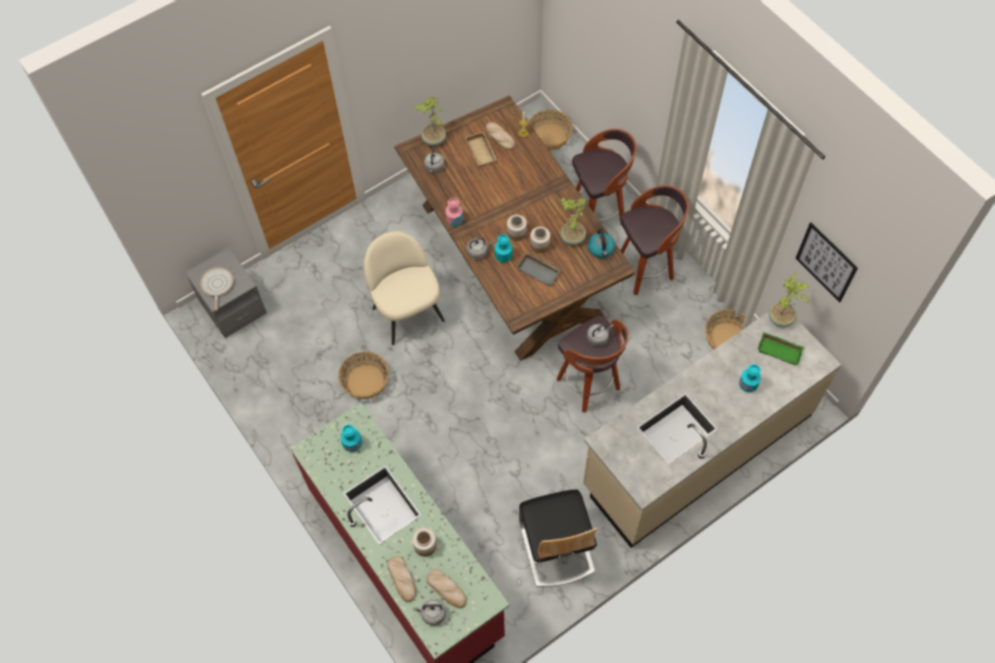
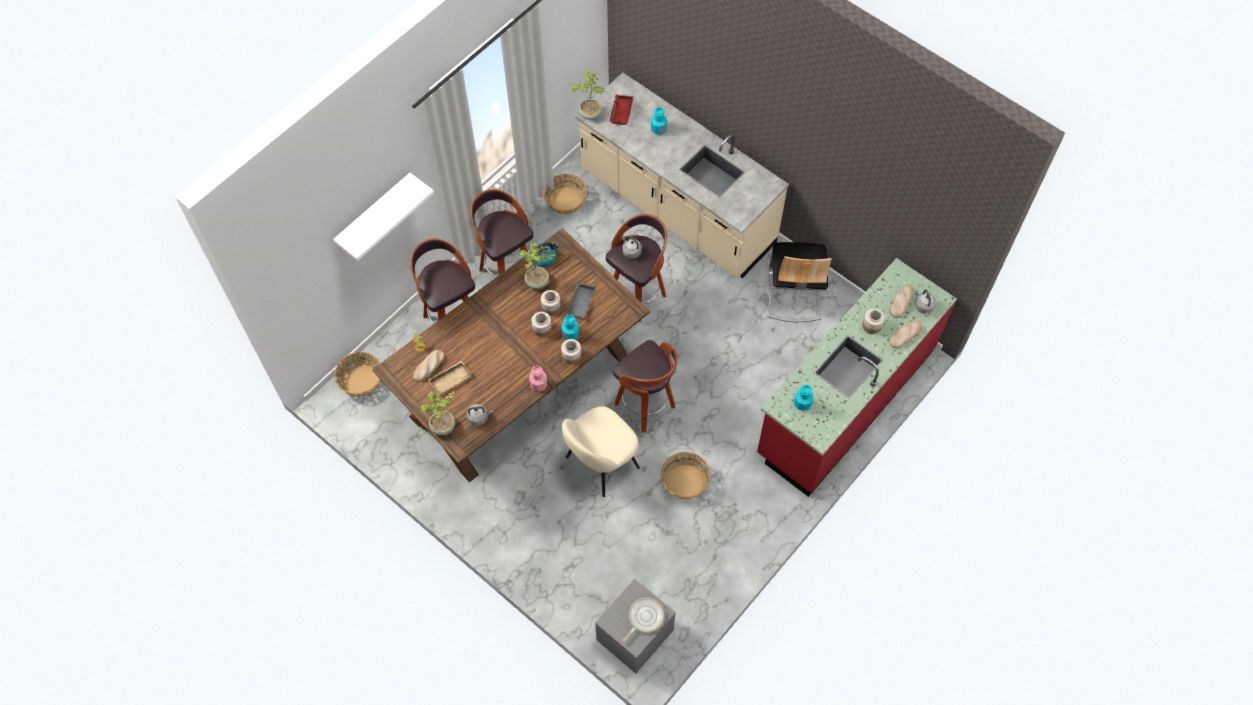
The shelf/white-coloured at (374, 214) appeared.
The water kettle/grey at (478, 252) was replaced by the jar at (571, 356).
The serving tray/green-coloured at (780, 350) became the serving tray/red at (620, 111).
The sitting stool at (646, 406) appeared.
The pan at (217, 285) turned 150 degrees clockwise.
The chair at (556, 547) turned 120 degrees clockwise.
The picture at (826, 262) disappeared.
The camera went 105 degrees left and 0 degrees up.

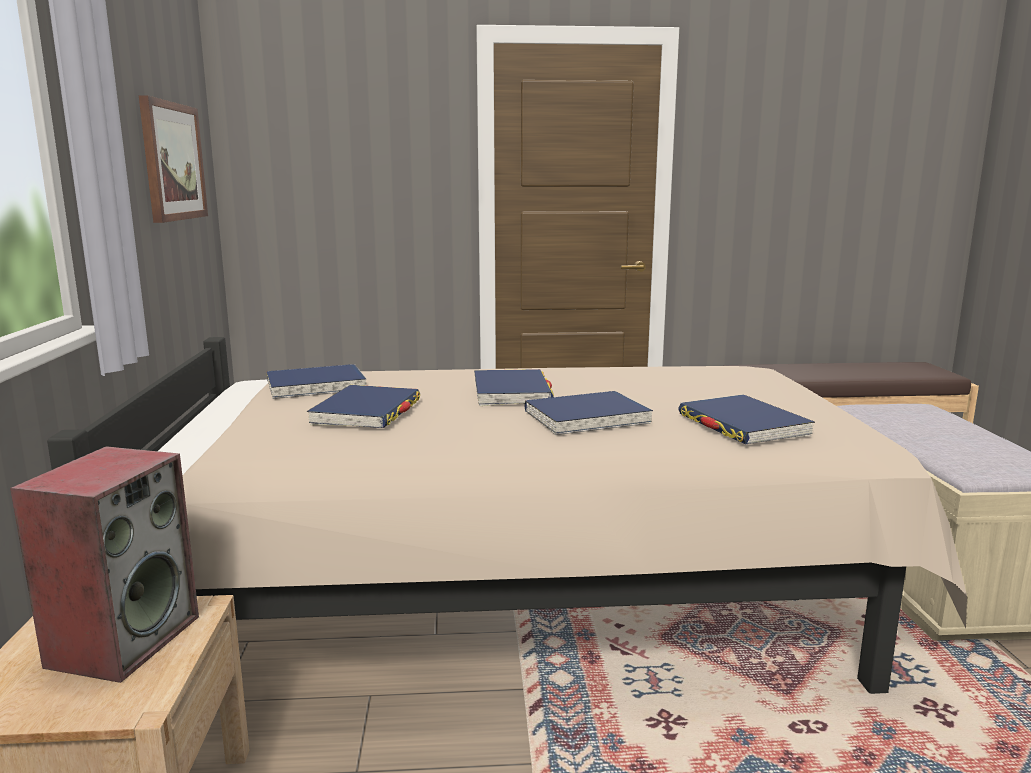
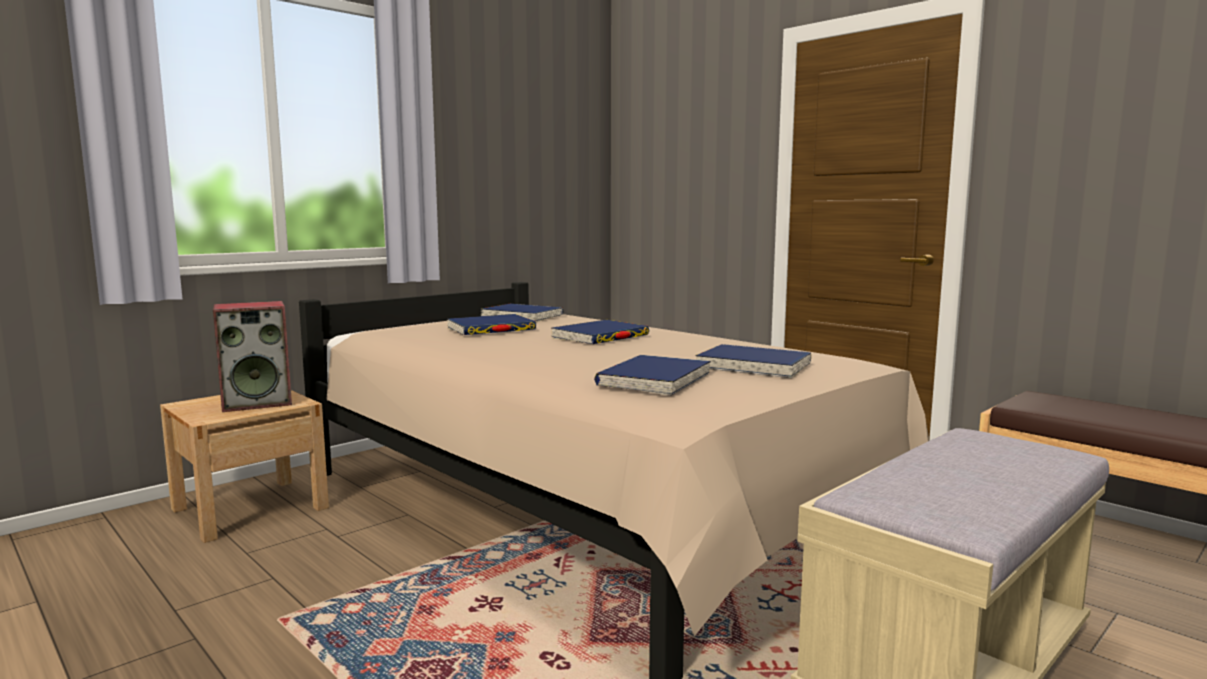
The bound book/blue-coloured moved from (586, 418) to (754, 366).
The picture at (172, 161) disappeared.
The camera went 50 degrees right and 5 degrees down.

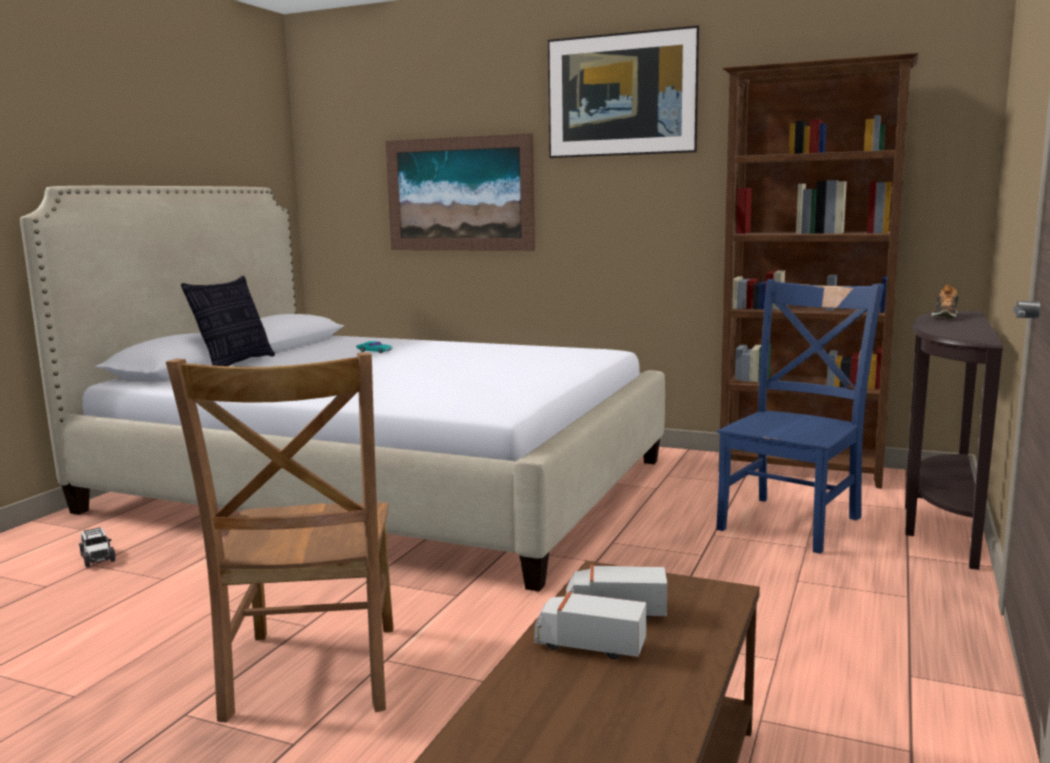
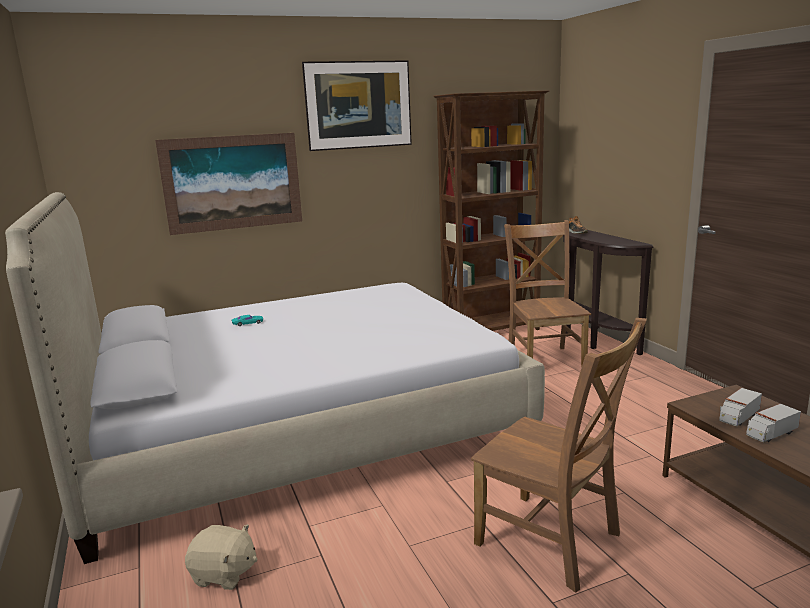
The toy car at (97, 557) was replaced by the cuddly toy/beige at (224, 574).
The chair/blue-coloured at (792, 521) became the chair/brown at (545, 359).
The throw pillow at (235, 364) disappeared.
The camera went 45 degrees left and 5 degrees up.

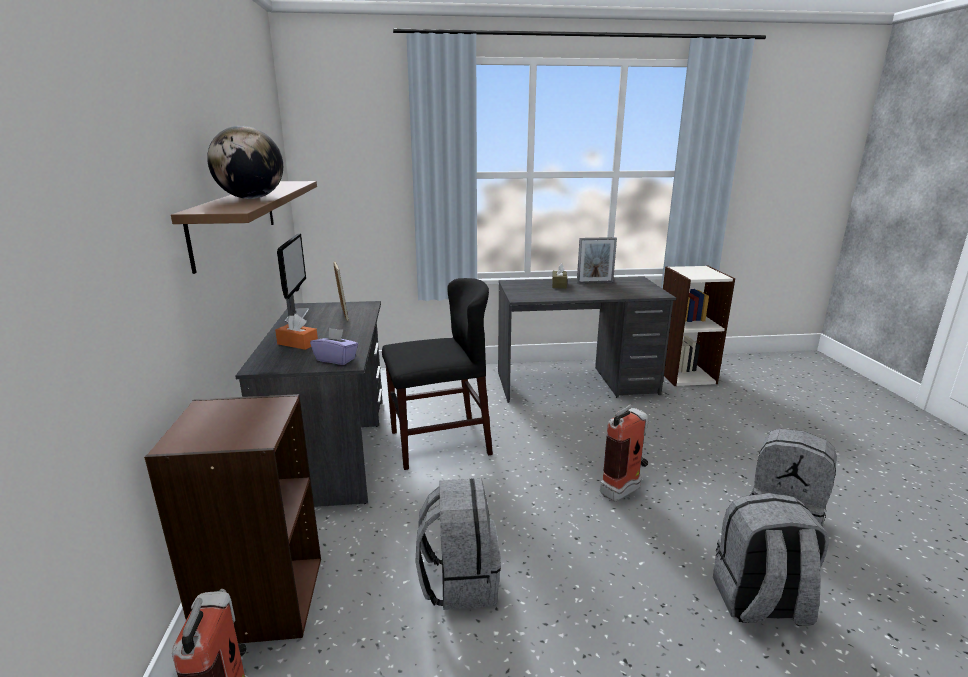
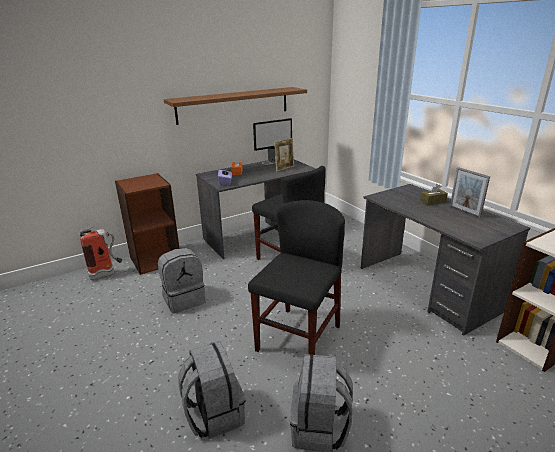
The extinguisher at (625, 488) was replaced by the chair/blackish at (298, 338).
The world globe at (251, 198) disappeared.
The camera went 65 degrees right and 5 degrees up.

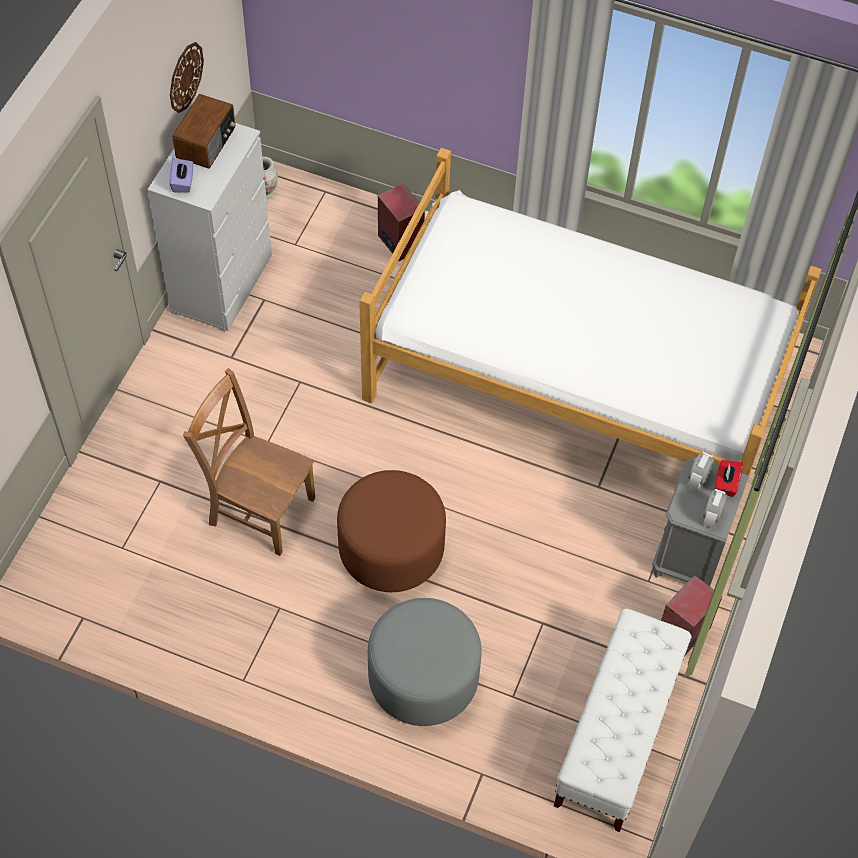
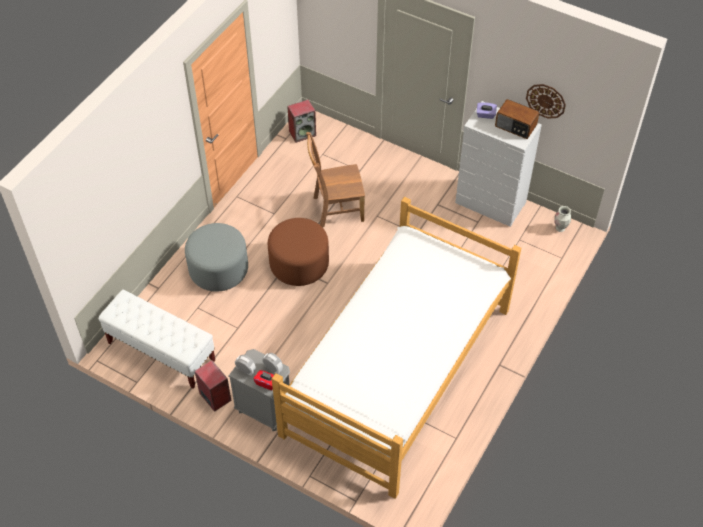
The loudspeaker moved from (399, 242) to (302, 133).
The chair/brown at (258, 508) turned 135 degrees counterclockwise.
The camera went 100 degrees right and 5 degrees down.

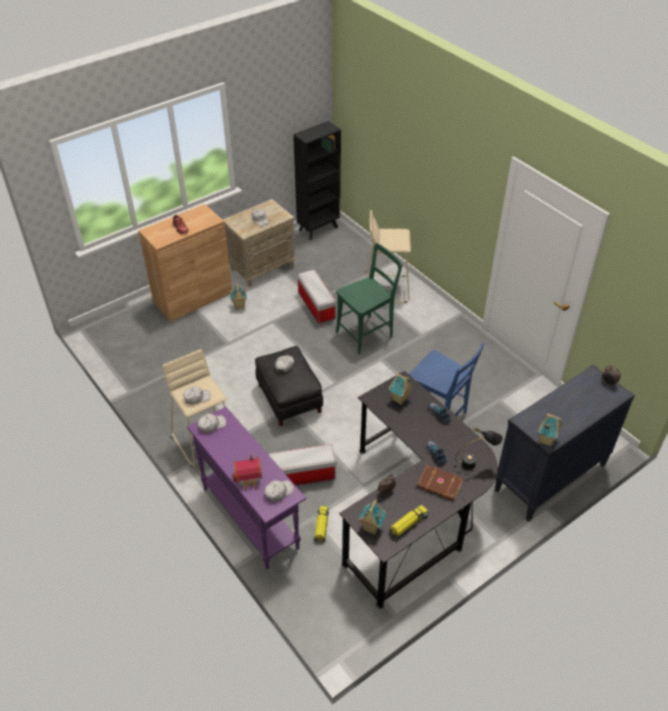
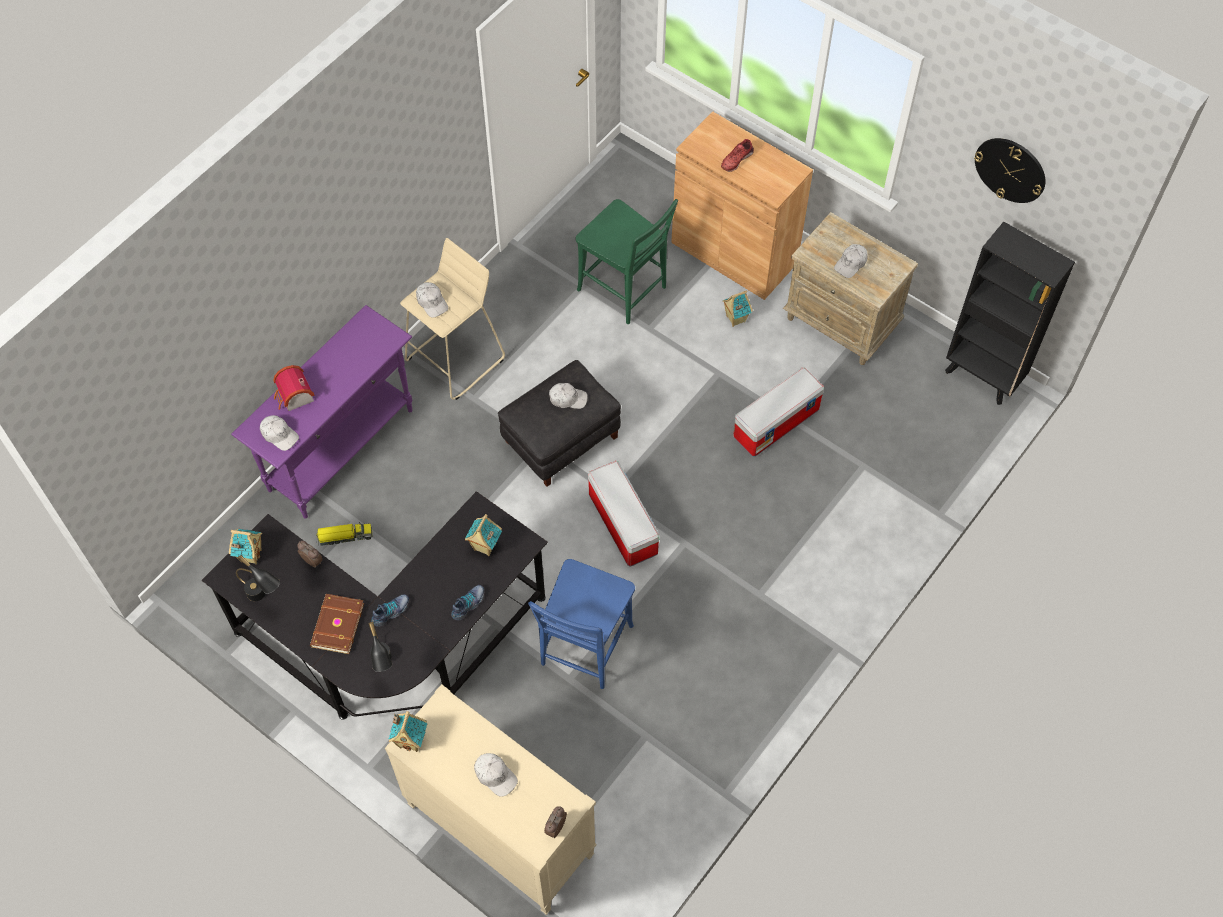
The toy lorry at (408, 524) was replaced by the table lamp/blackish at (263, 597).
The drawer chest/blackish at (550, 478) became the drawer chest/beige at (499, 830).
The peaked cap/white-coloured moved from (211, 425) to (495, 775).
The chair/green-coloured moved from (367, 333) to (625, 291).
The storage container moved from (301, 476) to (622, 523).
The clock on the wall at (1010, 169) appeared.
The sitting stool/beige at (386, 288) disappeared.
The camera went 75 degrees right and 15 degrees up.

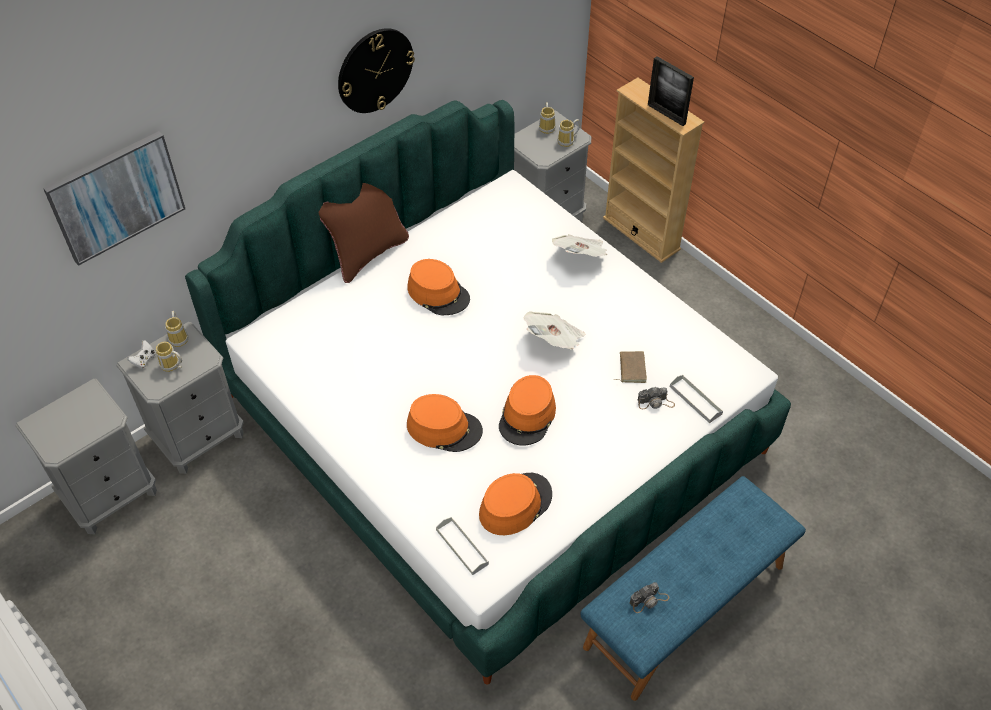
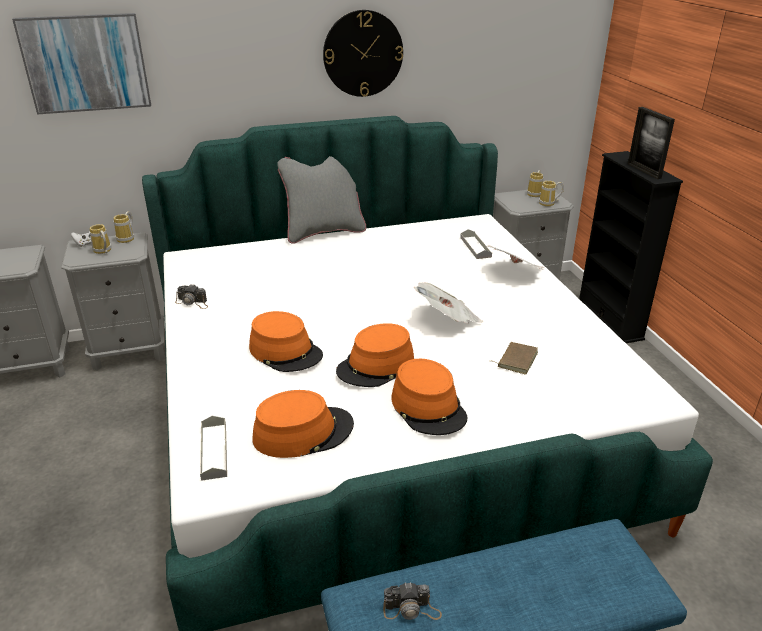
The photo camera moved from (655, 402) to (193, 302).
The throw pillow/brown at (367, 254) became the throw pillow/grey at (323, 232).
The clothing hat/orange-coloured moved from (438, 293) to (428, 407).
The serving tray/grey moved from (695, 400) to (475, 247).
The bookshelf/beige at (641, 233) became the bookshelf/blackish at (609, 320).
The camera went 25 degrees right and 20 degrees down.

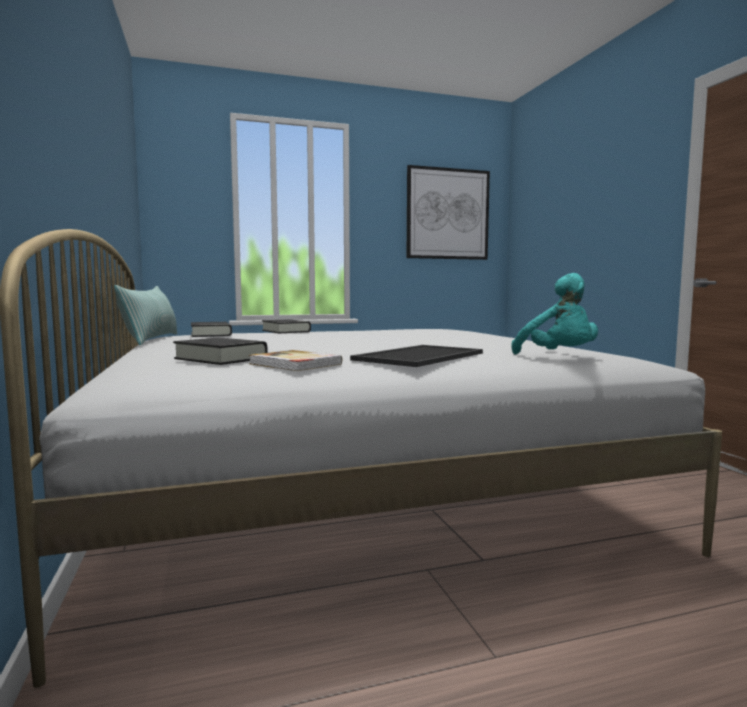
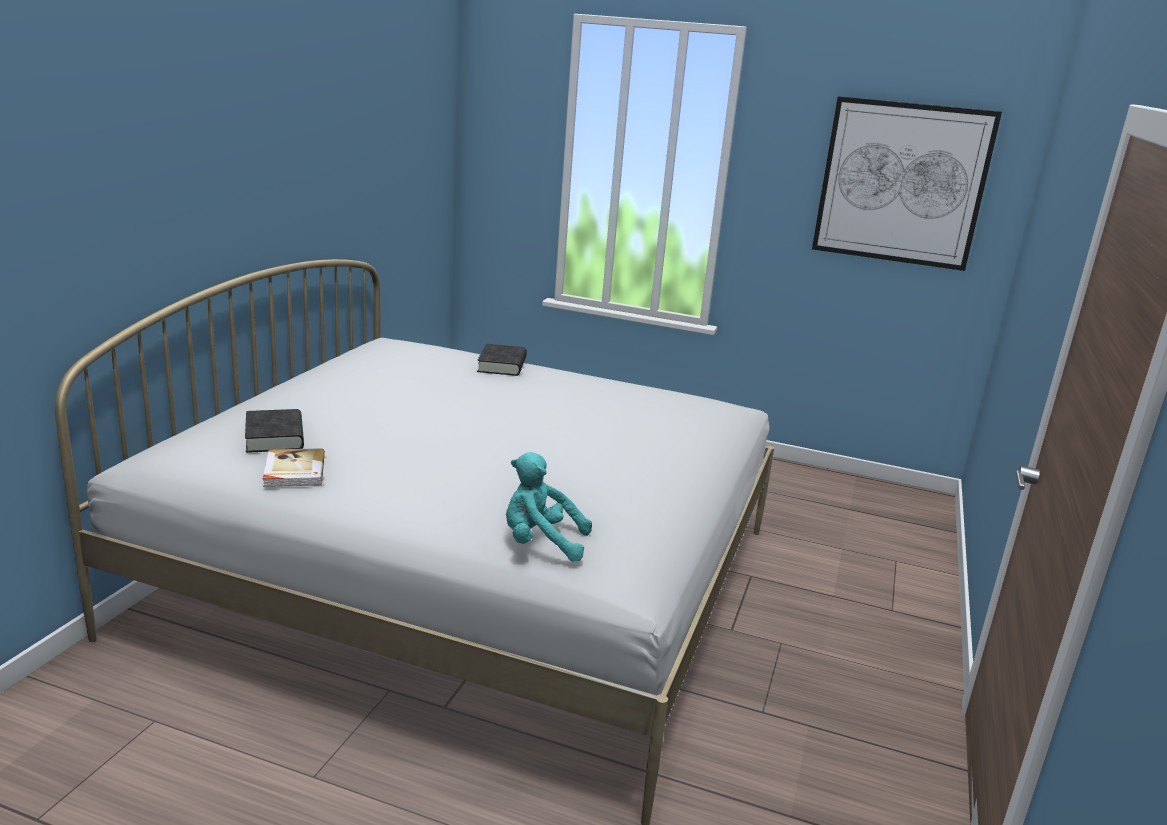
The cuddly toy/turquoise at (559, 356) turned 90 degrees clockwise.
The throw pillow at (151, 339) disappeared.
The bound book/blackish at (211, 334) disappeared.
The serving tray at (418, 356) disappeared.
The camera went 35 degrees right and 15 degrees up.

